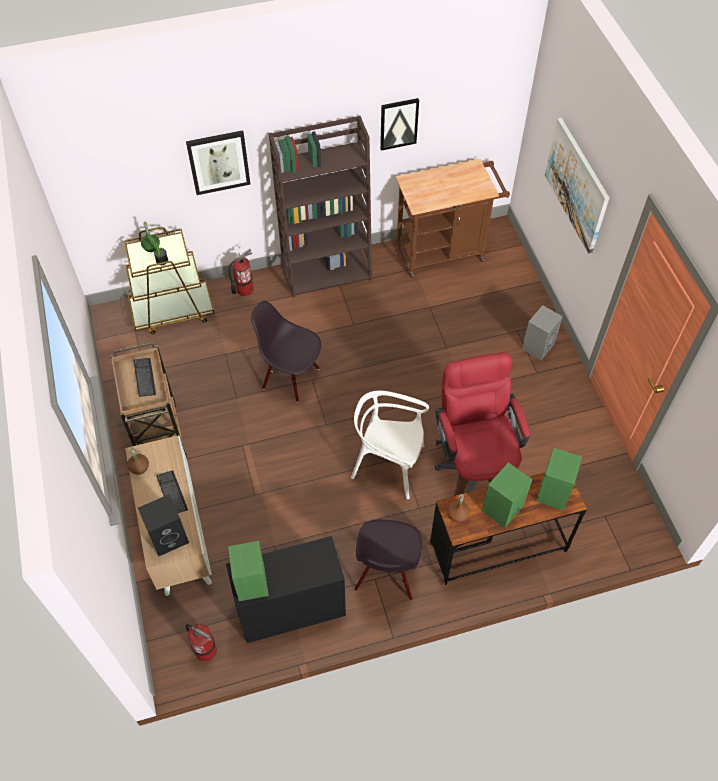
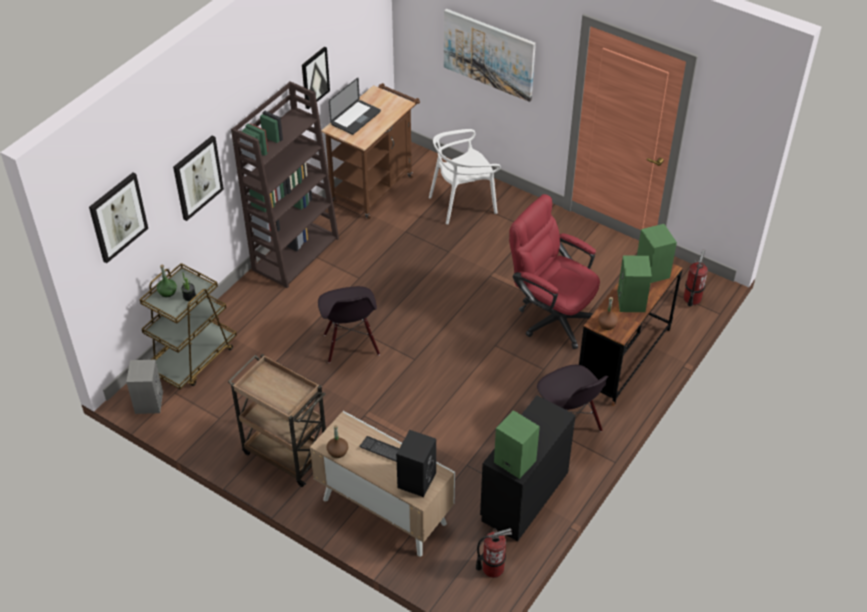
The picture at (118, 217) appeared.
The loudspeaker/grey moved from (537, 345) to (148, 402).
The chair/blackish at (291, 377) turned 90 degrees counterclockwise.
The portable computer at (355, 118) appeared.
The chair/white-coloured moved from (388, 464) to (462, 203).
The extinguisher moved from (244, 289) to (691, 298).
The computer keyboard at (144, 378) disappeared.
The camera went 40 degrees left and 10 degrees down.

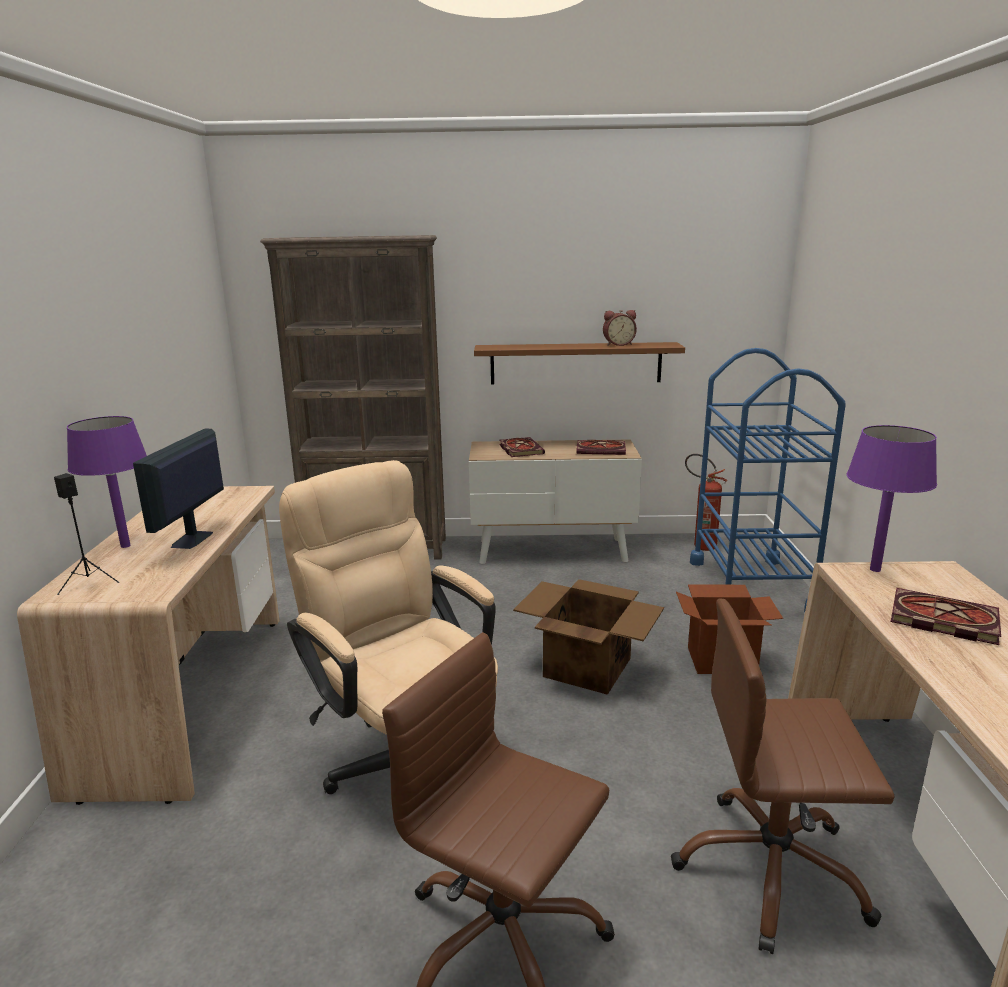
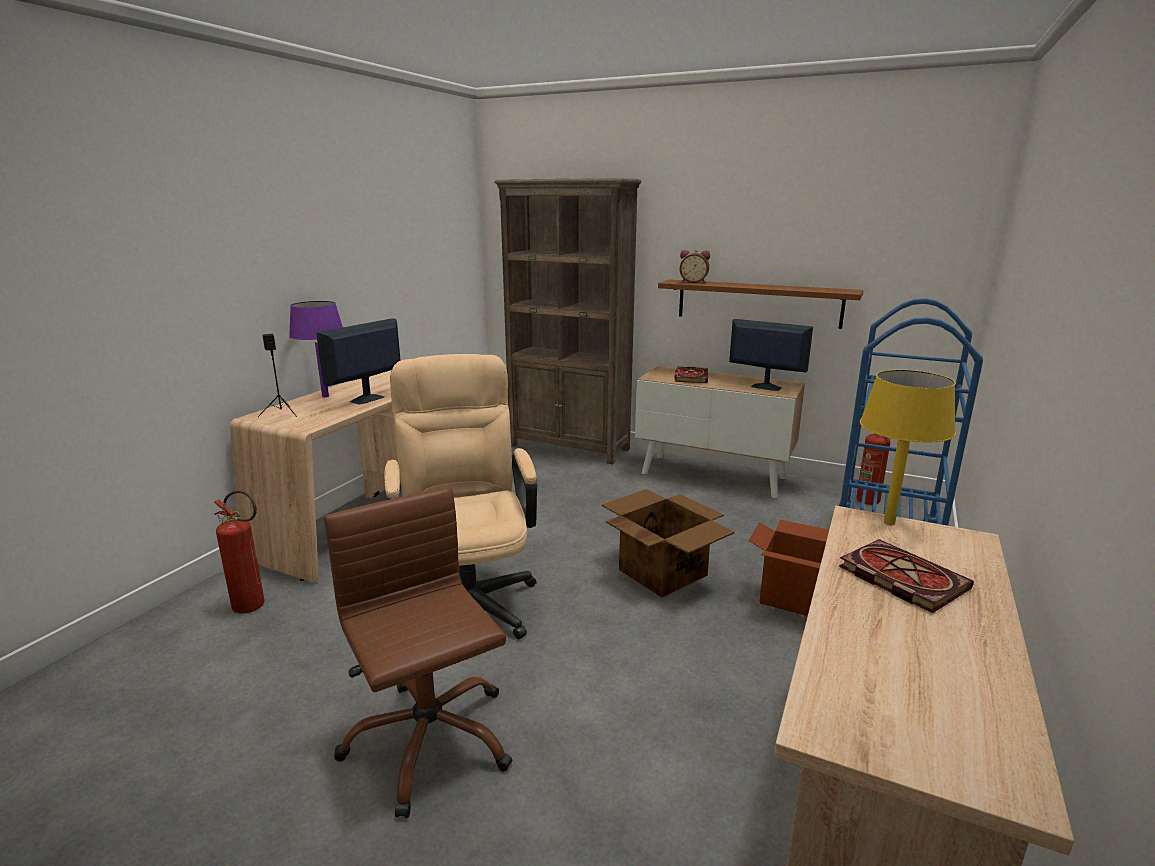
The extinguisher at (254, 607) appeared.
The bedside clock moved from (618, 344) to (693, 282).
The bound book at (602, 450) was replaced by the monitor at (765, 387).
The table lamp/purplish at (875, 570) became the table lamp/yellowish at (889, 523).
The office chair/brown at (771, 870) disappeared.
The camera went 25 degrees right and 0 degrees up.

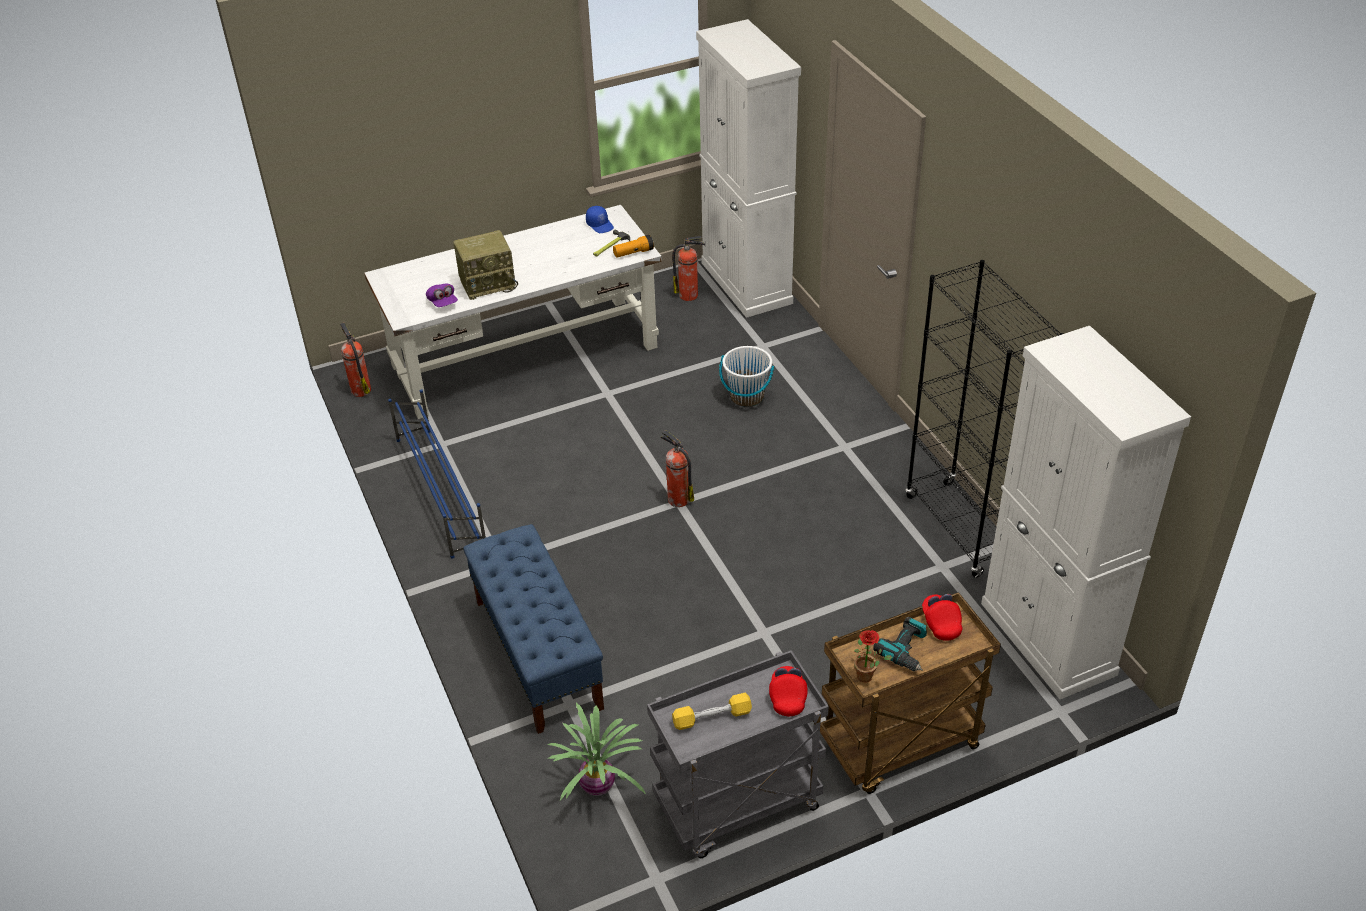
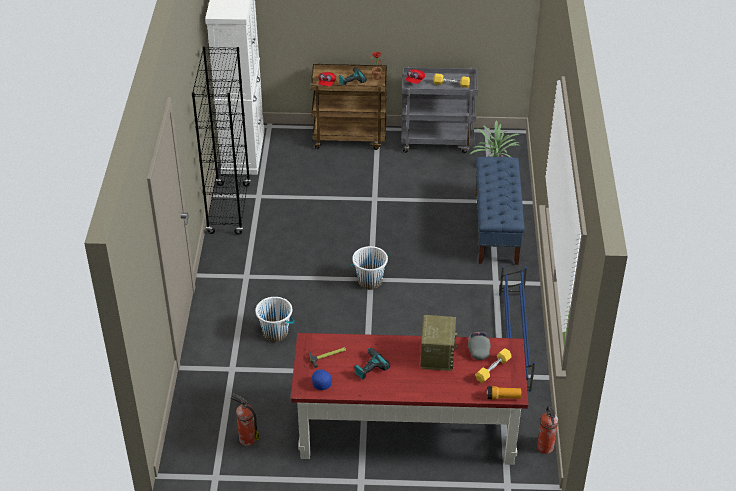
The desk table/white-coloured at (525, 355) became the desk table/red at (406, 431).
The extinguisher at (677, 499) was replaced by the bucket/white-coloured at (370, 281).
The power drill at (369, 367) appeared.
The radio set at (488, 283) turned 90 degrees clockwise.
The peaked cap/purplish at (442, 302) became the peaked cap/grey at (478, 349).
The hand weight/yellowish at (493, 369) appeared.
The torch moved from (633, 253) to (503, 397).
The cupboard/white-coloured at (746, 283) disappeared.
The camera went 155 degrees left and 0 degrees up.

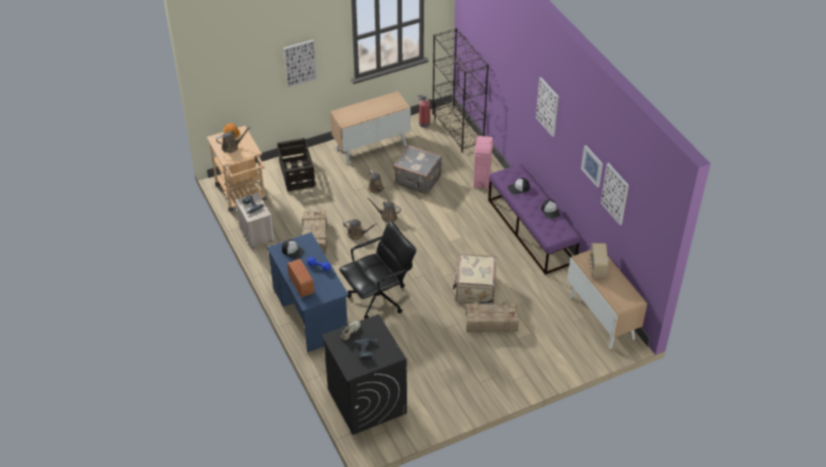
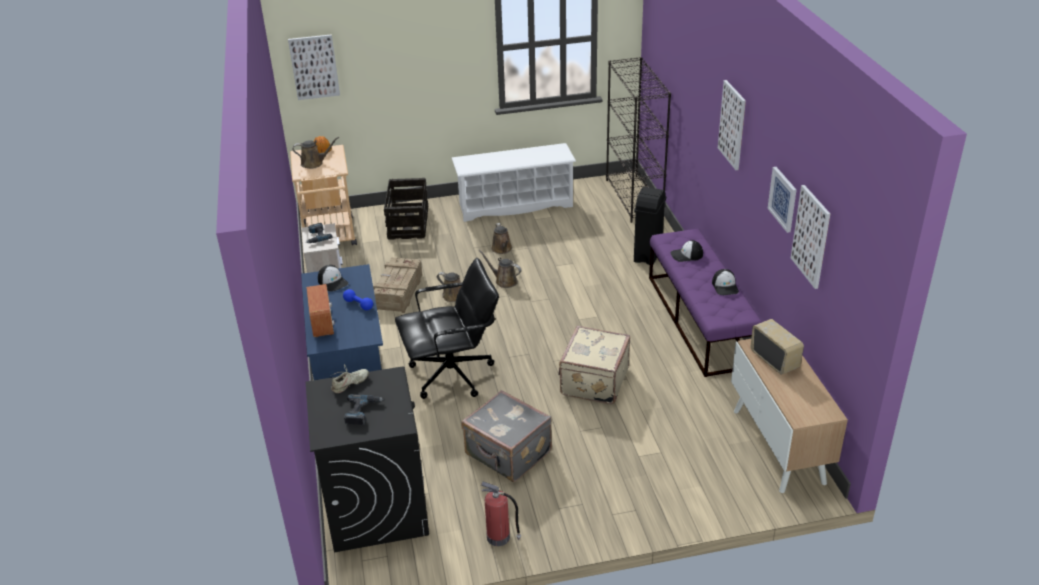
The picture moved from (300, 63) to (314, 67).
The cupboard at (371, 147) was replaced by the shoe rack/white-coloured at (515, 205).
The travel case/grey moved from (417, 180) to (507, 454).
The extinguisher moved from (425, 124) to (499, 537).
The waste bin/pink-coloured at (482, 180) became the waste bin/blackish at (648, 255).
The radio set at (597, 268) turned 135 degrees clockwise.
The shipping crate at (490, 322) disappeared.
The camera went 15 degrees right and 10 degrees down.

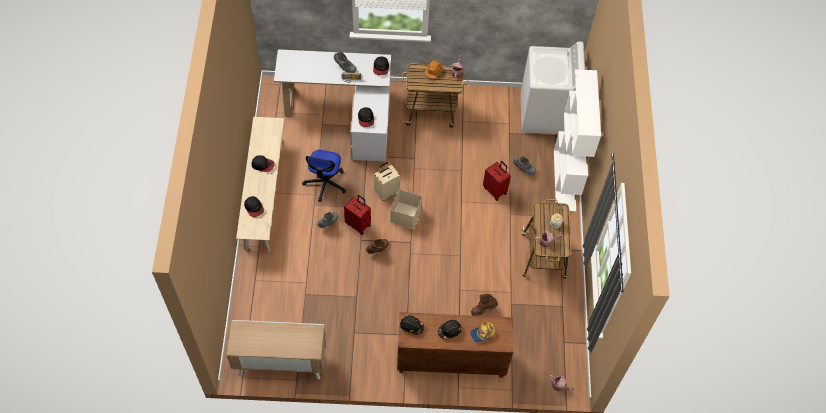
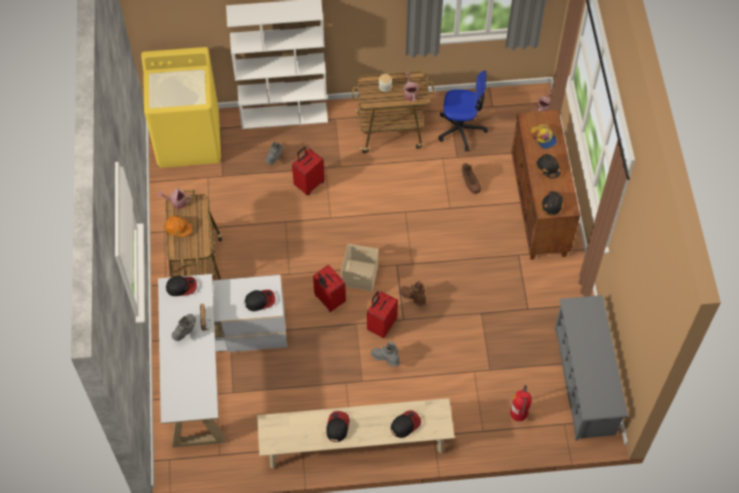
The laundry appliance/white-coloured at (545, 114) became the laundry appliance/yellowish at (189, 140).
The travel case/beige at (386, 192) became the travel case/red at (329, 300).
The office chair moved from (325, 183) to (461, 129).
The extinguisher at (518, 416) appeared.
The cupboard at (280, 363) was replaced by the shoe rack/grey at (584, 381).
The camera went 95 degrees left and 0 degrees up.

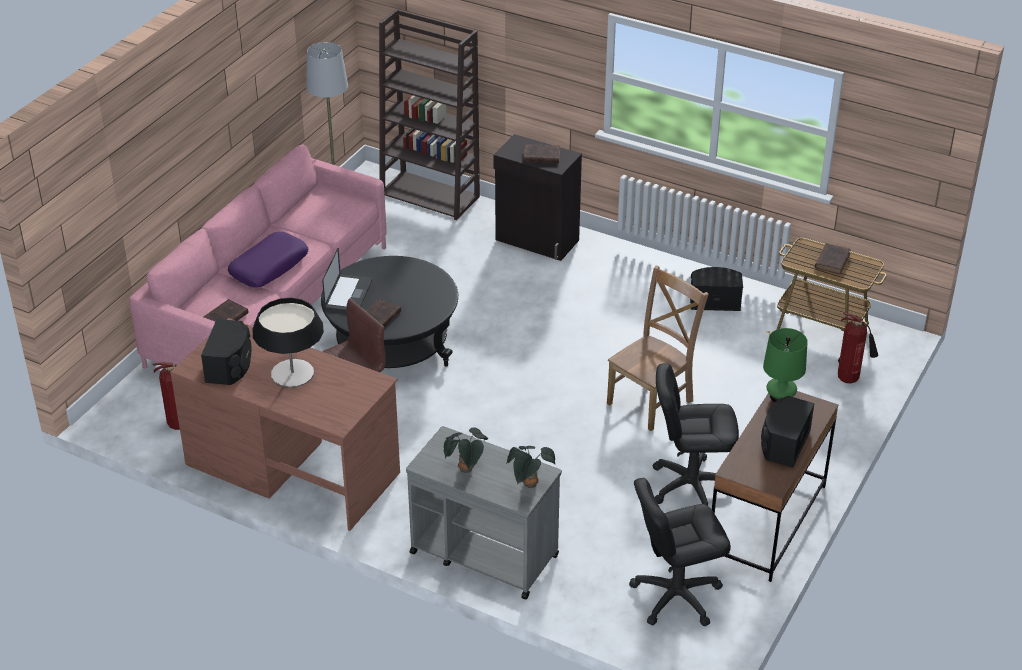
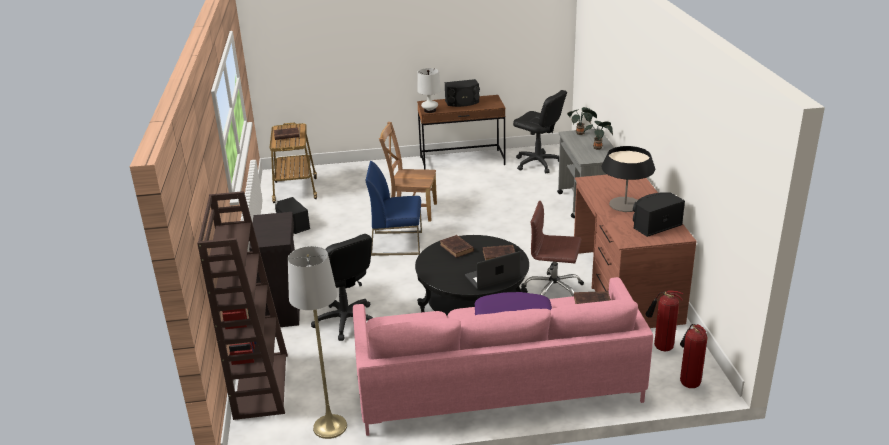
The office chair/blackish moved from (691, 485) to (345, 321).
The chair/blue-coloured at (397, 243) appeared.
The table lamp/green-coloured at (780, 397) became the table lamp/white-coloured at (430, 110).
The bound book/brown moved from (540, 156) to (457, 248).
The extinguisher moved from (850, 379) to (688, 382).
The camera went 125 degrees left and 10 degrees down.

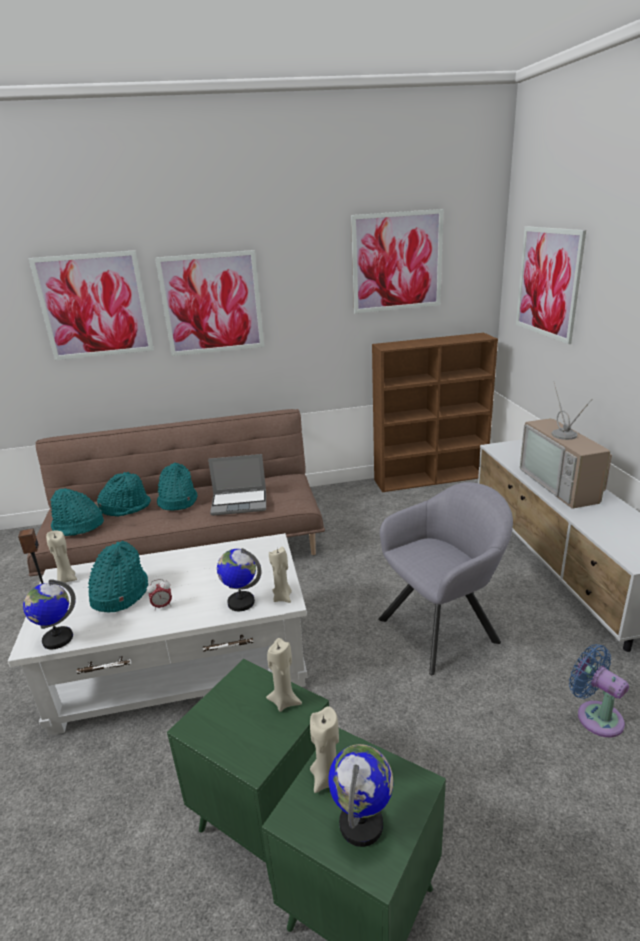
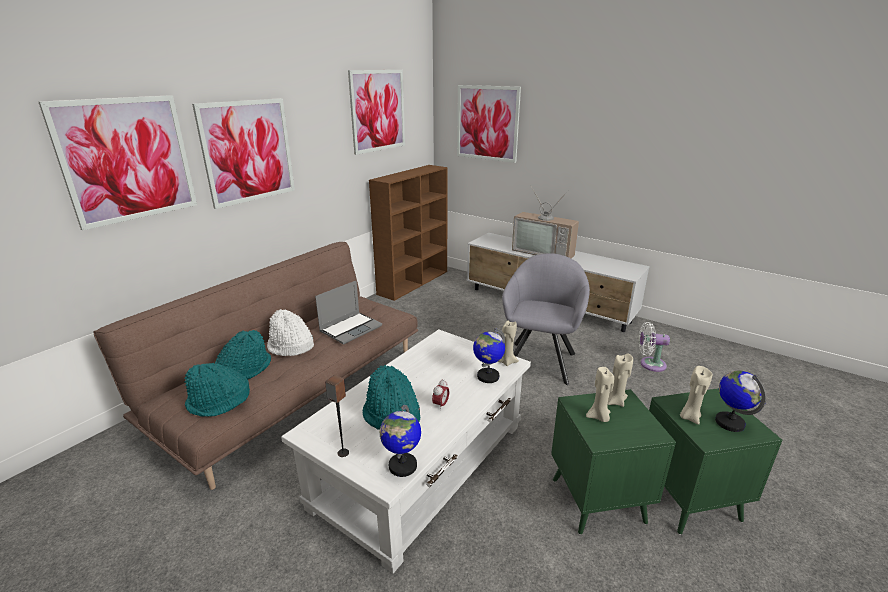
The clothing hat/turquoise at (177, 501) became the clothing hat/white-coloured at (290, 347).
The wax light/beige moved from (67, 579) to (599, 417).
The electric fan/blue-coloured at (595, 716) became the electric fan/white-coloured at (650, 364).
The camera went 45 degrees left and 0 degrees up.

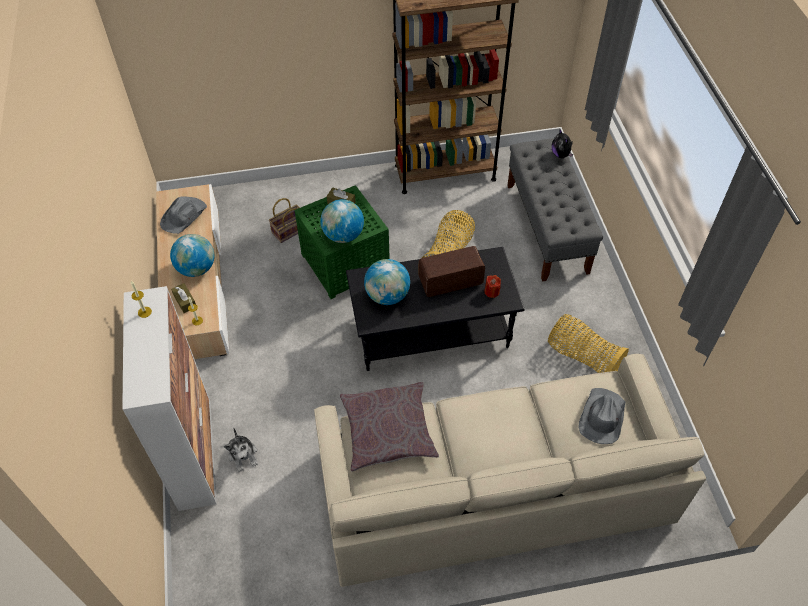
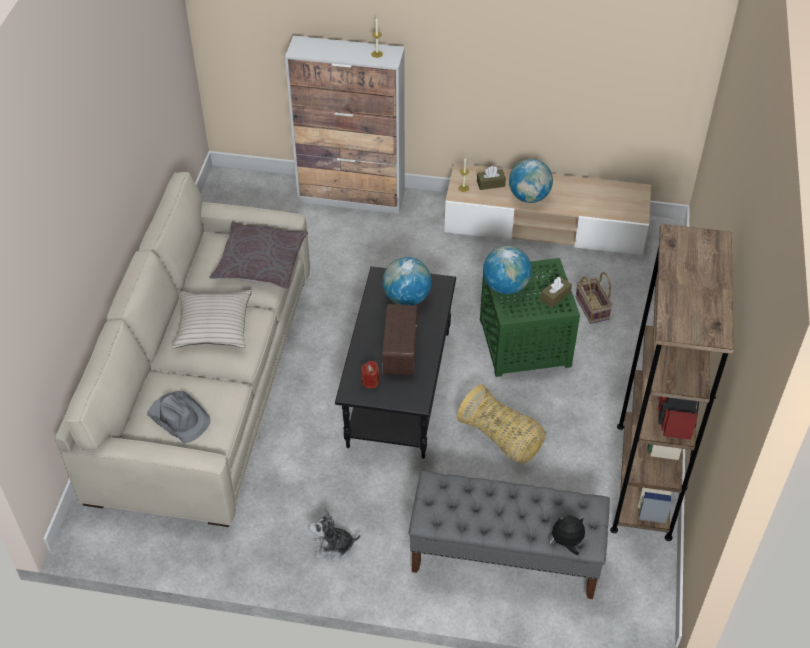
The throw pillow/beige at (213, 326) appeared.
The cuddly toy moved from (243, 455) to (333, 547).
The clothing hat/grey at (184, 216) disappeared.
The basket at (582, 356) disappeared.
The camera went 110 degrees right and 5 degrees down.

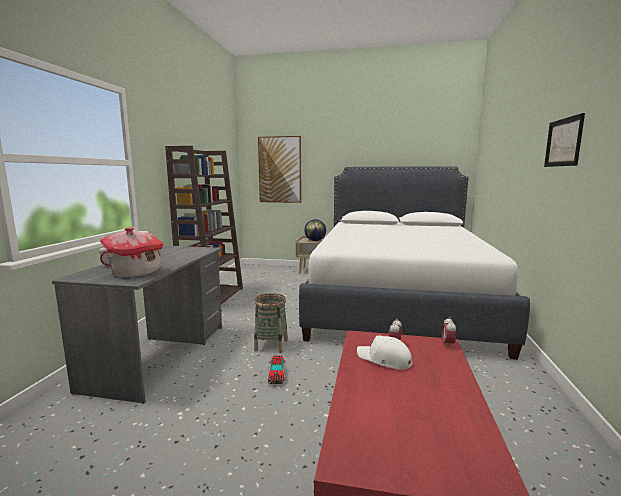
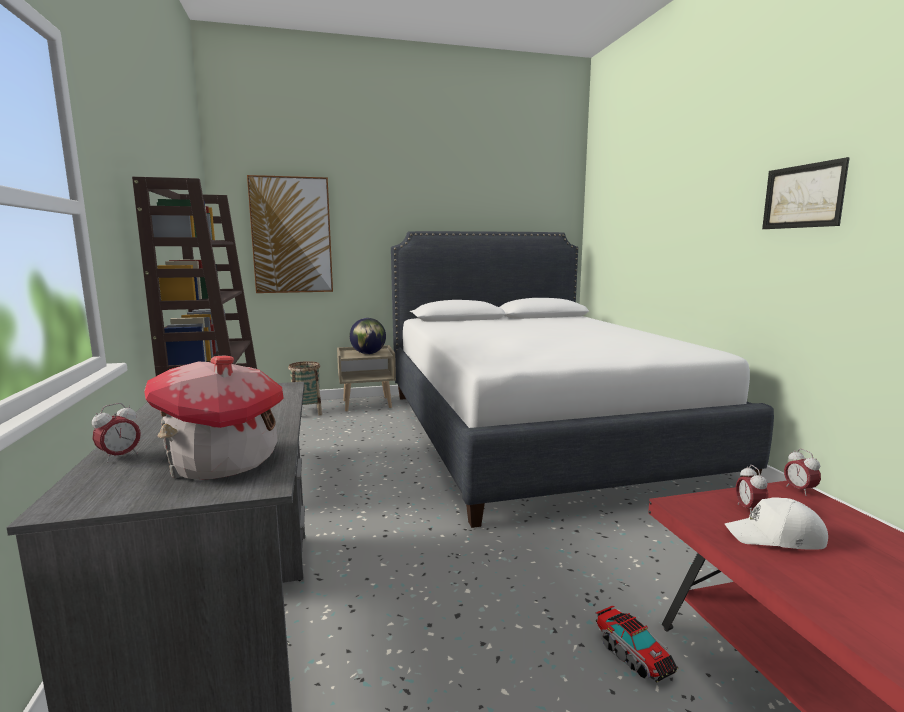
The basket moved from (271, 345) to (307, 412).
The toy lorry moved from (277, 375) to (632, 655).
The camera went 25 degrees left and 0 degrees up.

